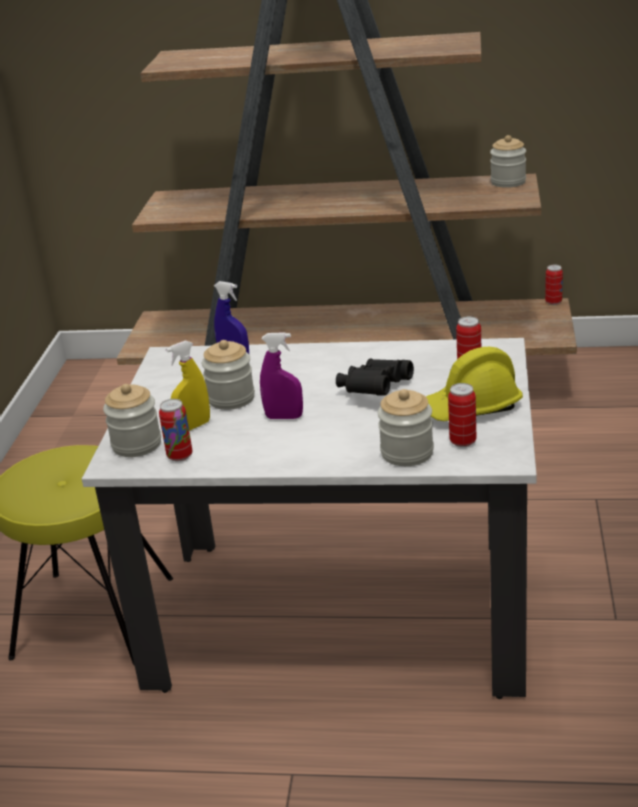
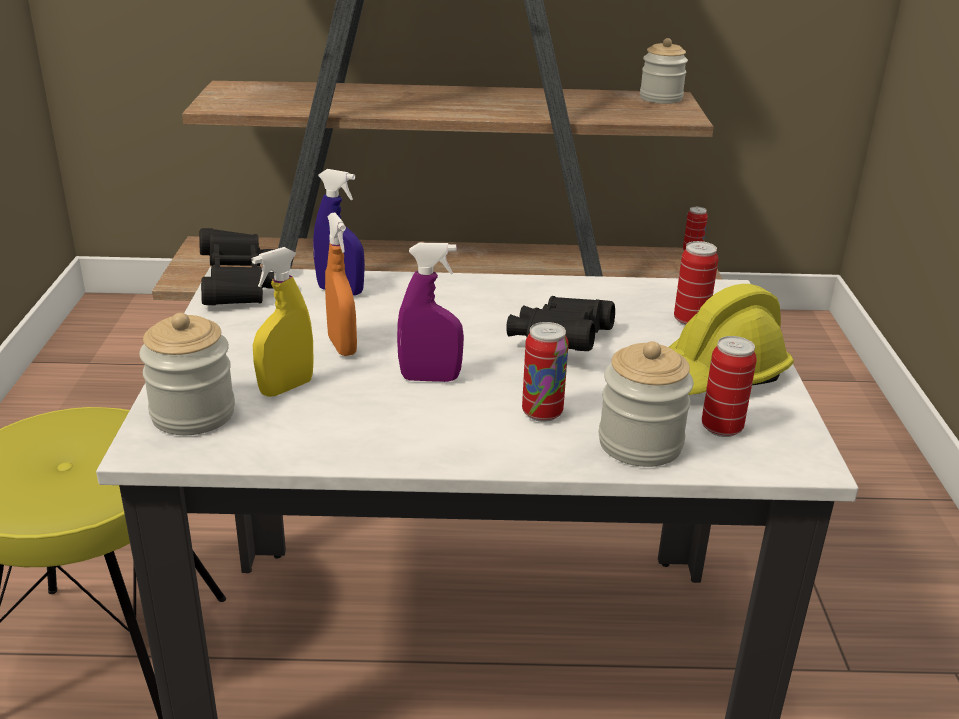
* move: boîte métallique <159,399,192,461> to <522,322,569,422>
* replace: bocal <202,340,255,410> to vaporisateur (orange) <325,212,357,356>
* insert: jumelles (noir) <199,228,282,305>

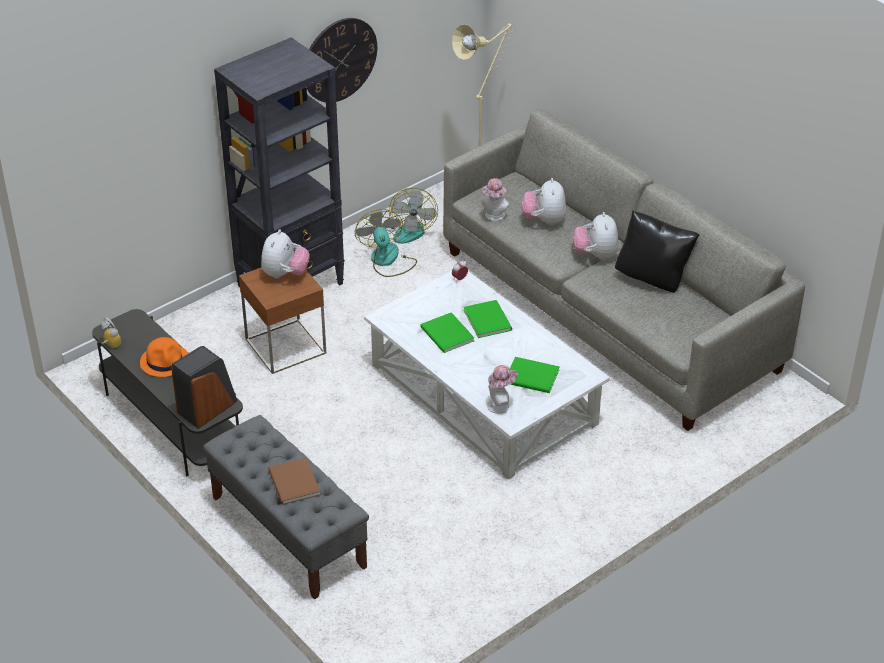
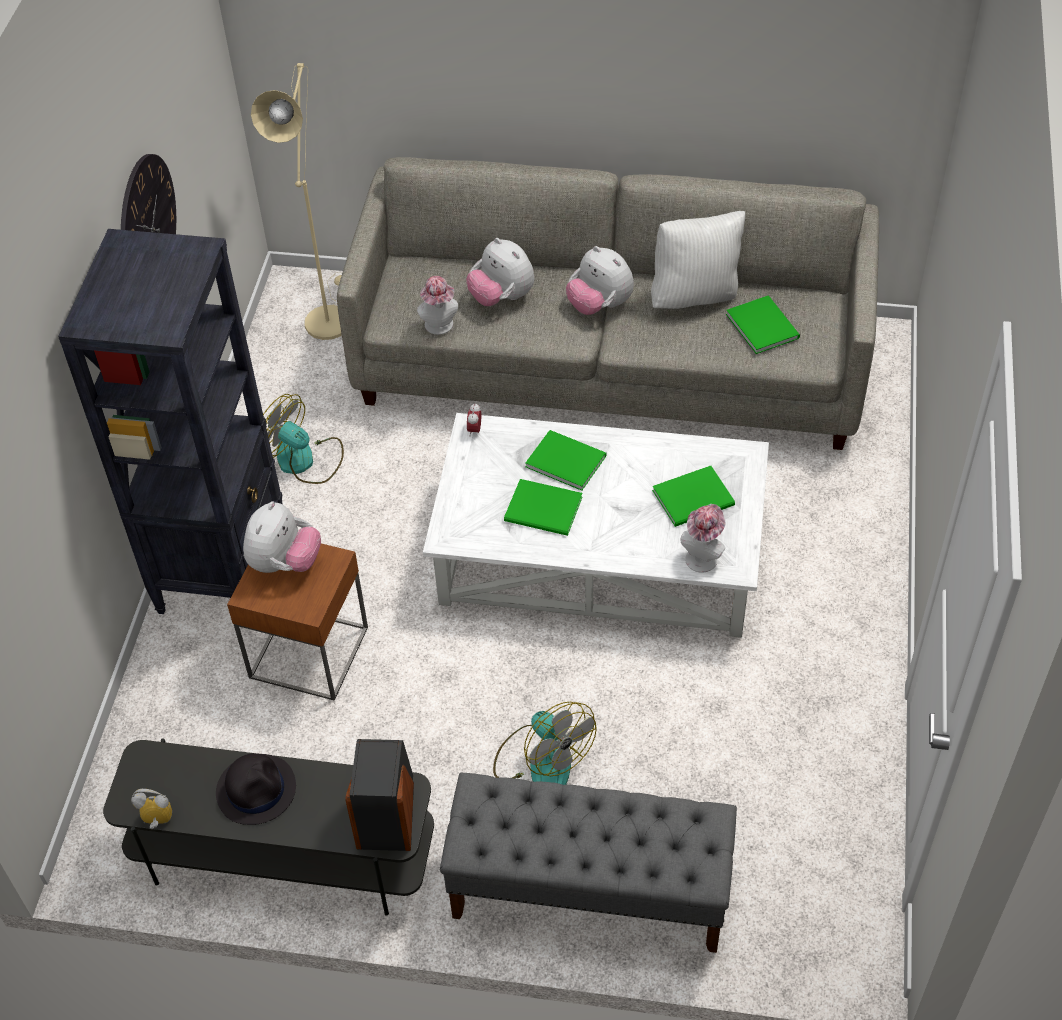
* recolor: chapeau (orange) <140,337,188,377> to chapeau (noir) <216,753,296,825>
* rotate: peluche <261,230,310,279> = <243,501,321,573> 45 degrees clockwise
* delete: livre (marron) <268,458,321,505>
* move: ventilateur <383,188,438,244> to <493,702,597,785>
* recolor: coussin (noir) <615,211,699,293> to coussin (blanc) <651,211,745,309>
* insert: livre (vert) <726,296,800,354>

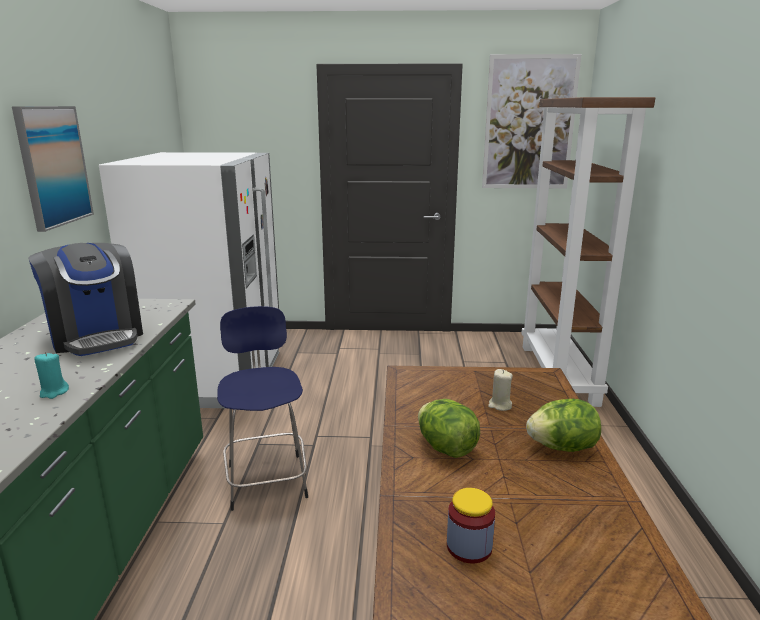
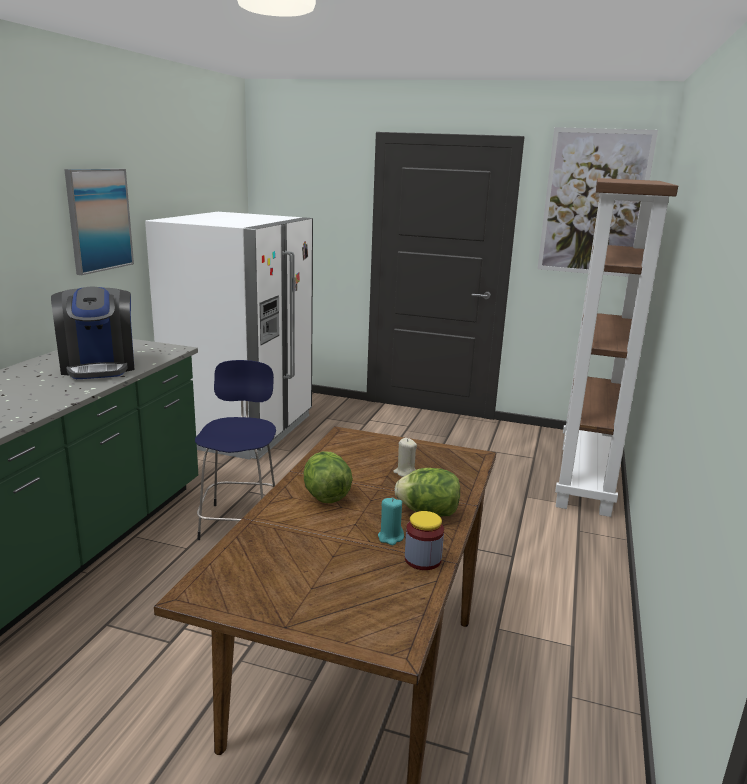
* move: bougie (turquoise) <34,352,69,399> to <378,498,404,545>
* move: bocal <447,488,495,564> to <405,511,444,570>

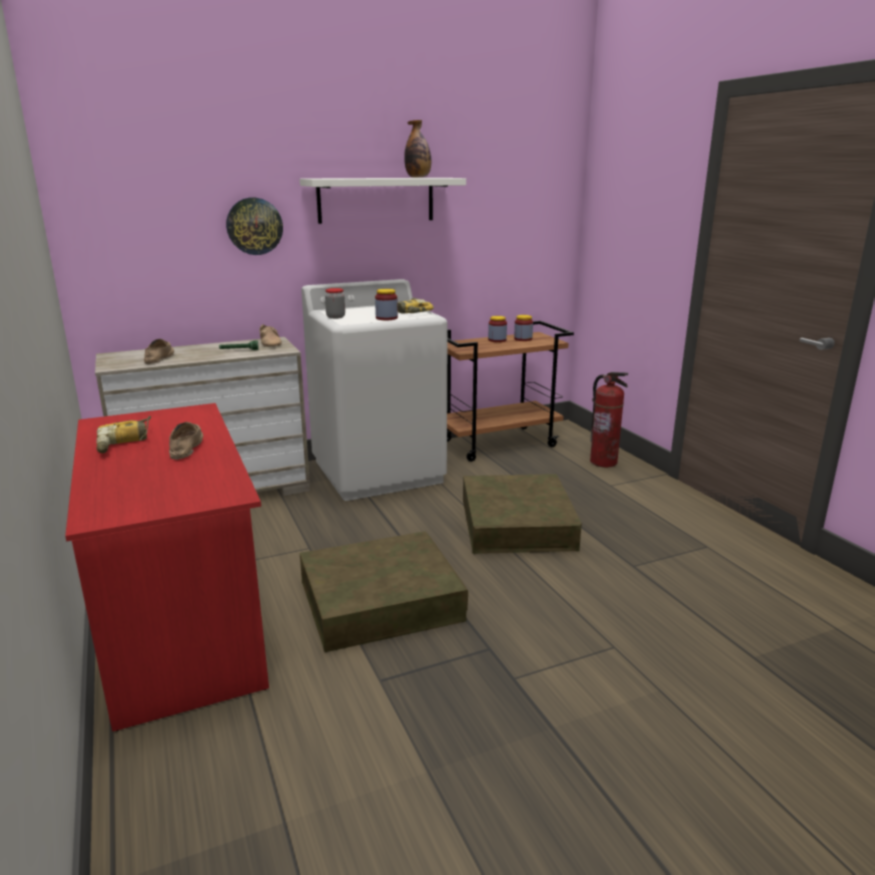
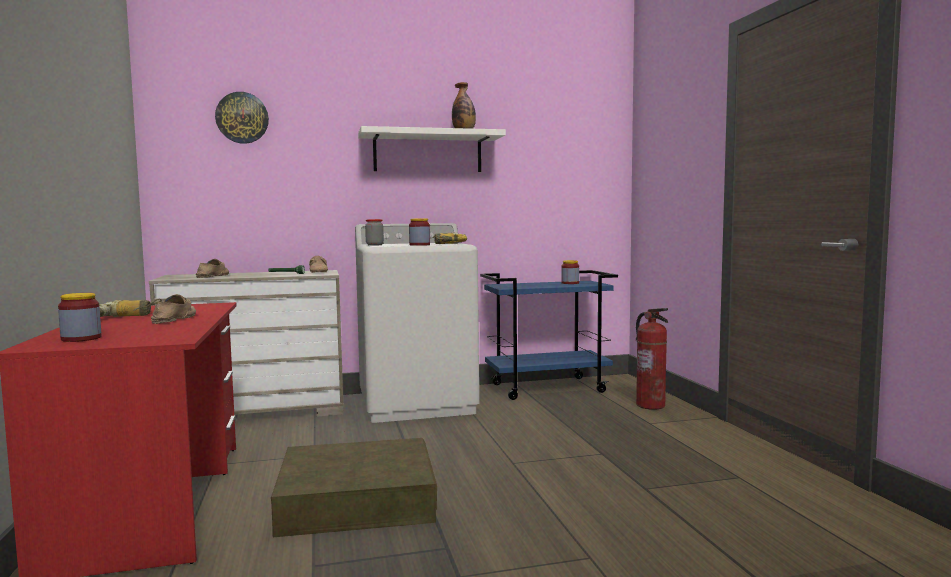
* move: horloge murale <226,197,283,255> to <215,92,269,144>
* recolor: chariot (marron) <447,321,574,462> to chariot (bleu) <480,270,618,400>
* delete: boîte de rangement (marron) <463,474,582,554>
* move: bocal <488,316,507,342> to <58,293,101,342>

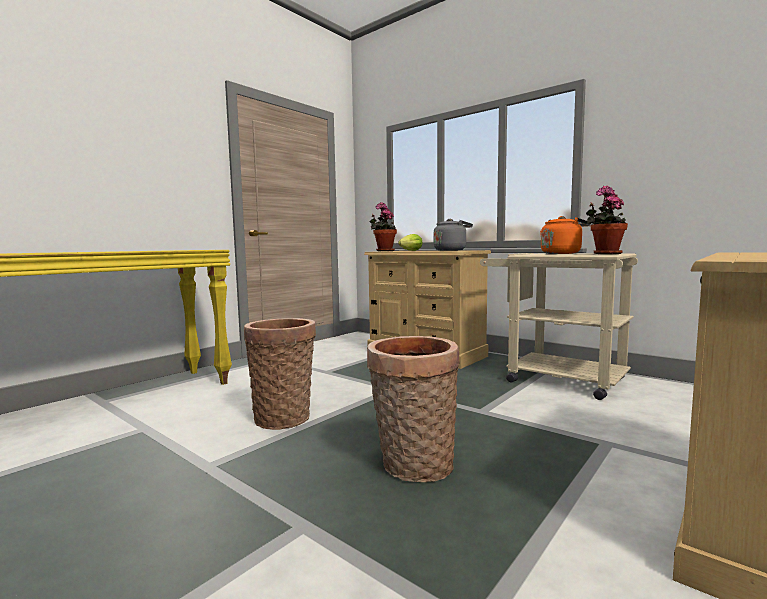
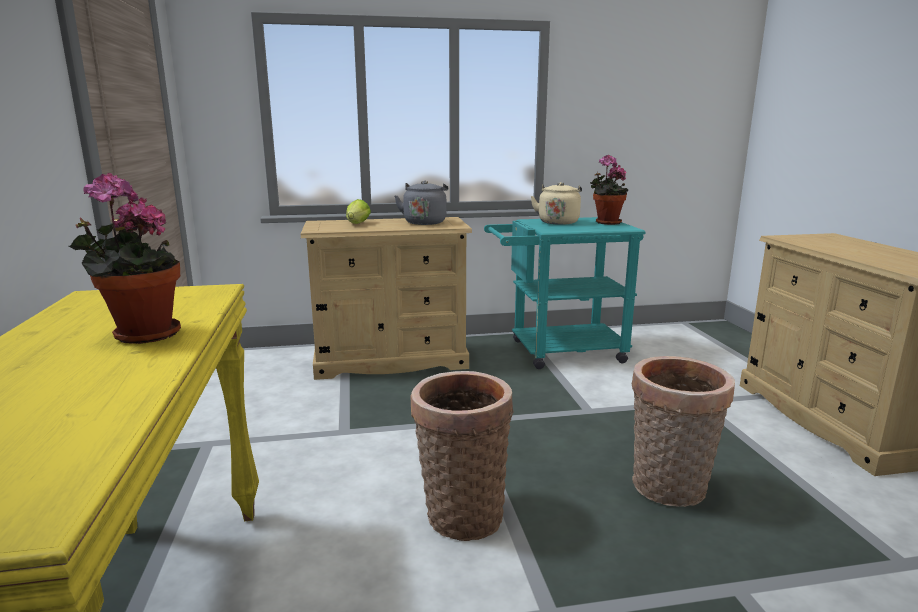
* move: plante en pot <370,202,397,251> to <69,173,181,344>
* recolor: chariot (beige) <480,253,638,400> to chariot (turquoise) <484,217,645,369>
* recolor: bouilloire (orange) <540,216,591,254> to bouilloire (beige) <531,182,582,225>

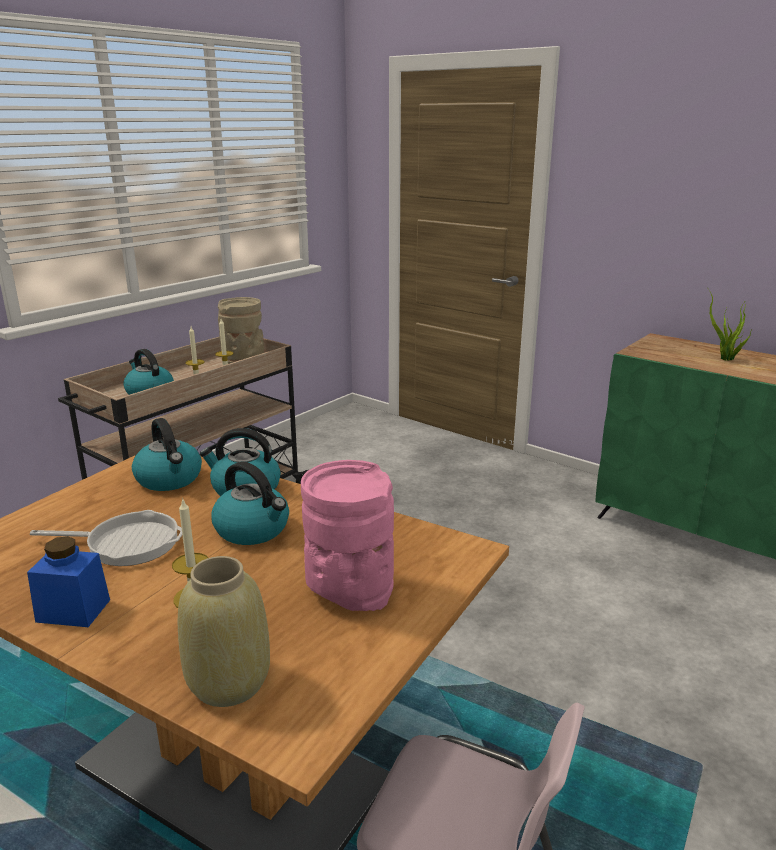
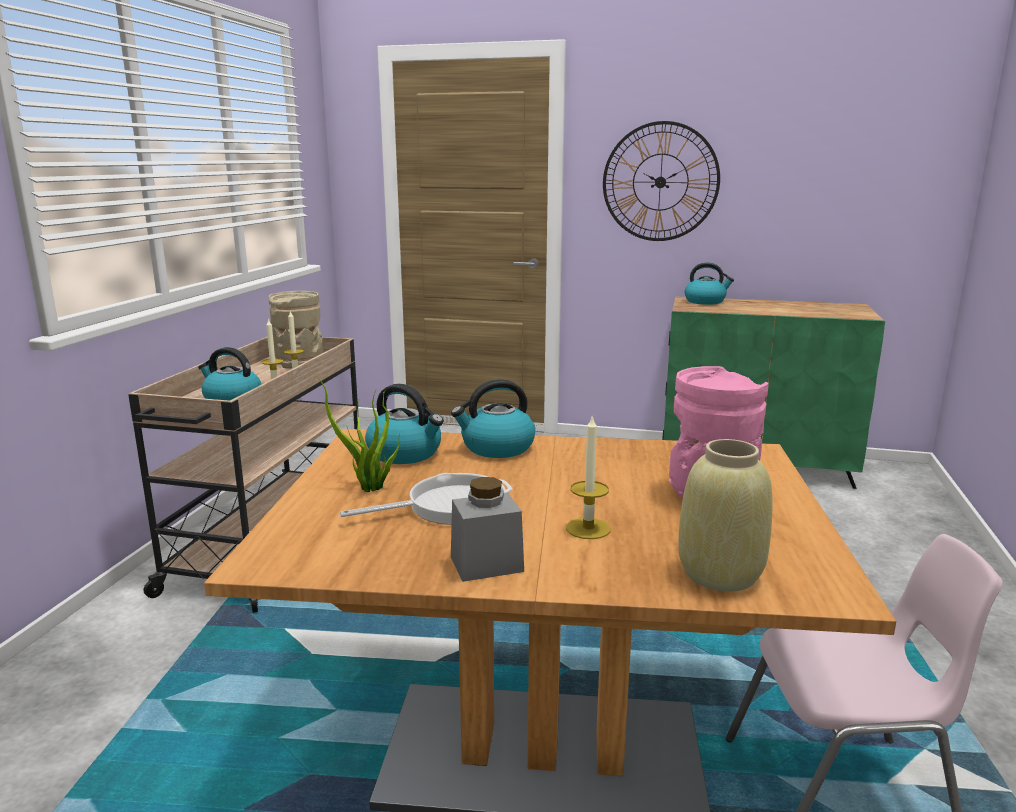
* recolor: bocal (bleu) <27,536,110,627> to bocal (gris) <451,477,524,582>
* move: bouilloire <211,461,289,545> to <685,262,734,305>
* move: plante en pot <708,289,753,361> to <314,373,400,492>
* insert: horloge murale <603,121,720,241>

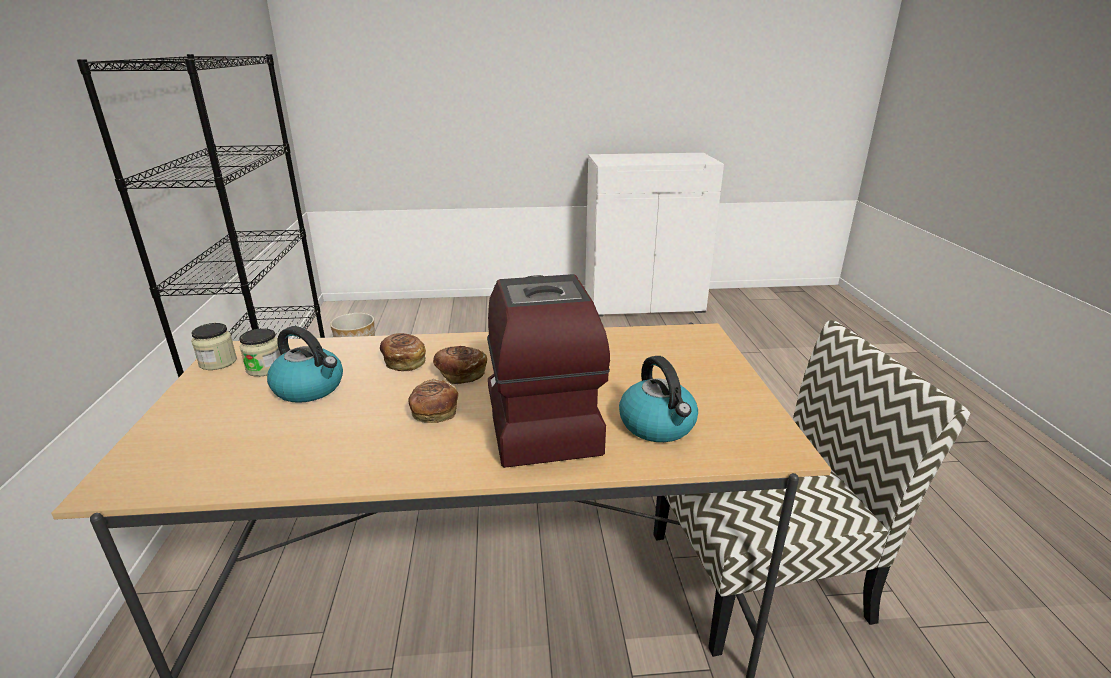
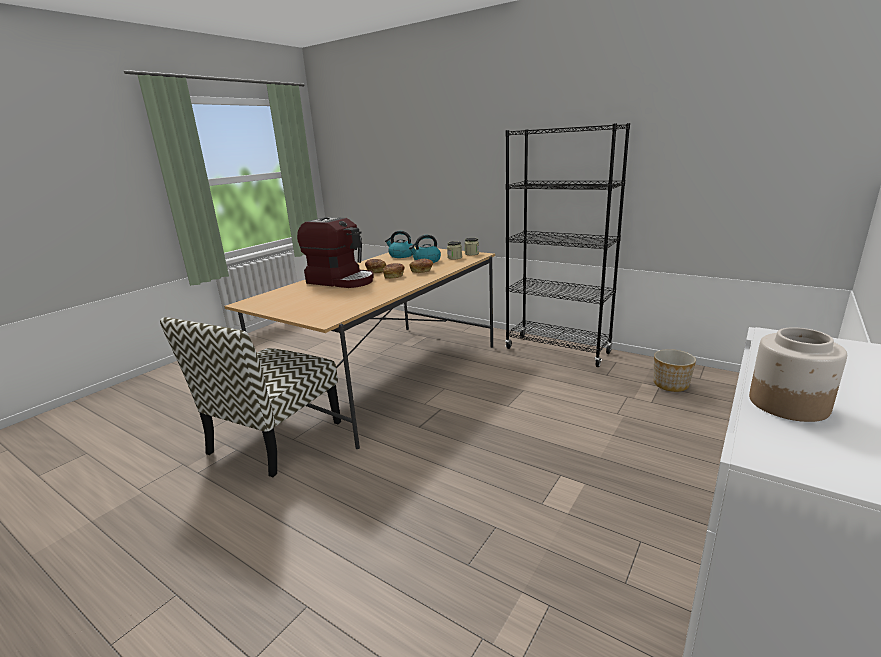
* move: bouilloire <619,356,698,442> to <385,231,413,258>
* insert: bocal <749,328,847,422>

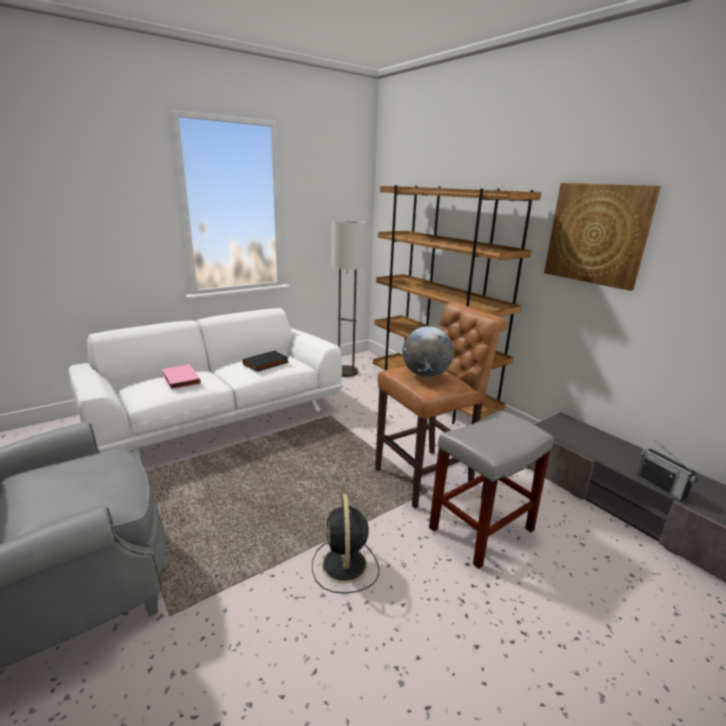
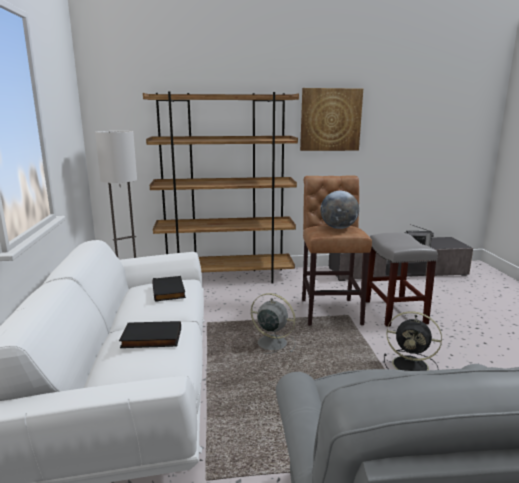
* recolor: livre (rose) <162,364,201,390> to livre (noir) <119,321,181,348>
* insert: ventilateur (gris) <251,293,296,354>

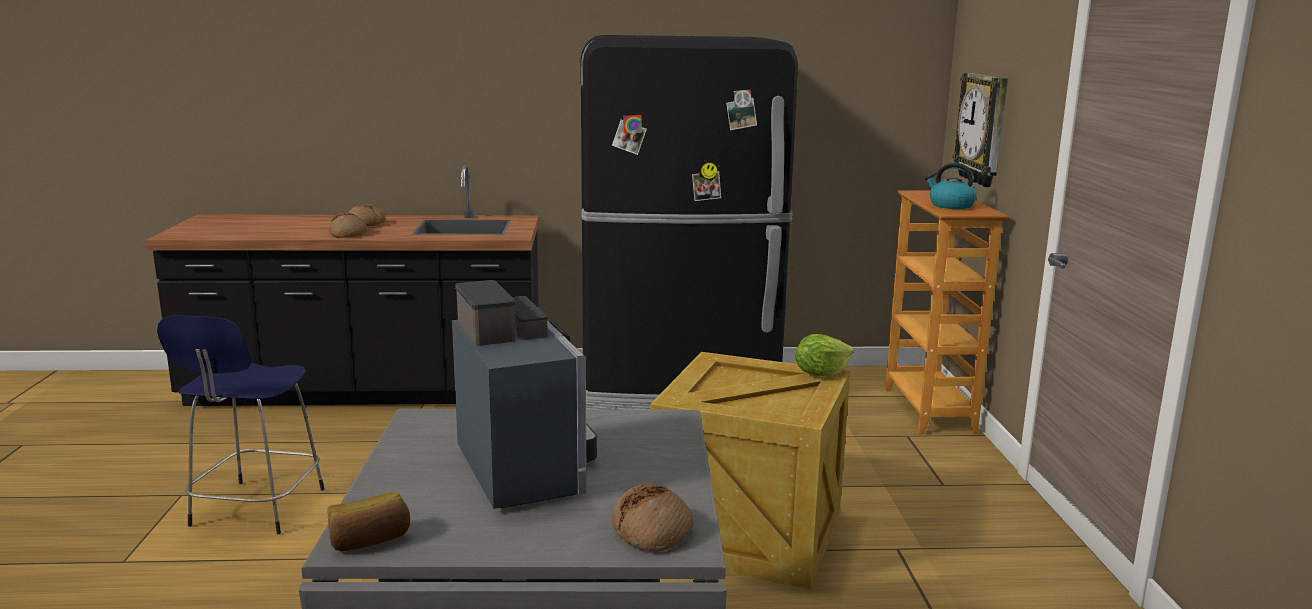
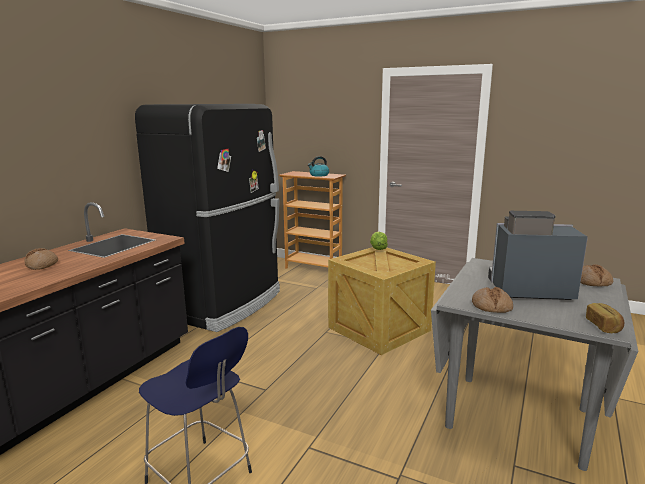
* move: pain <329,213,367,238> to <472,287,513,313>
* delete: horloge murale <953,73,1008,187>

